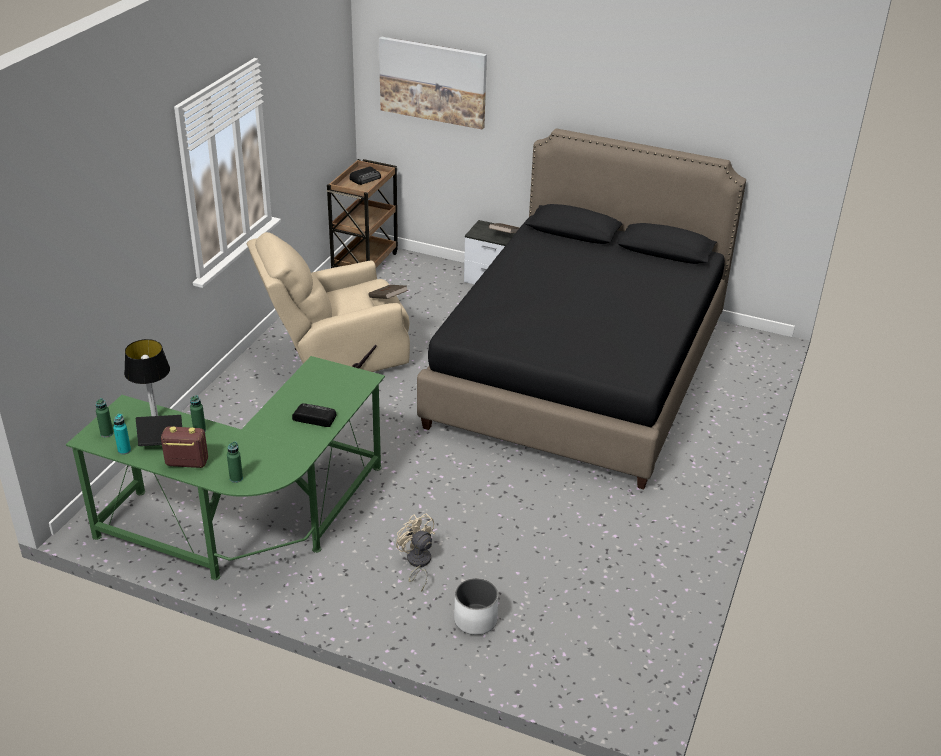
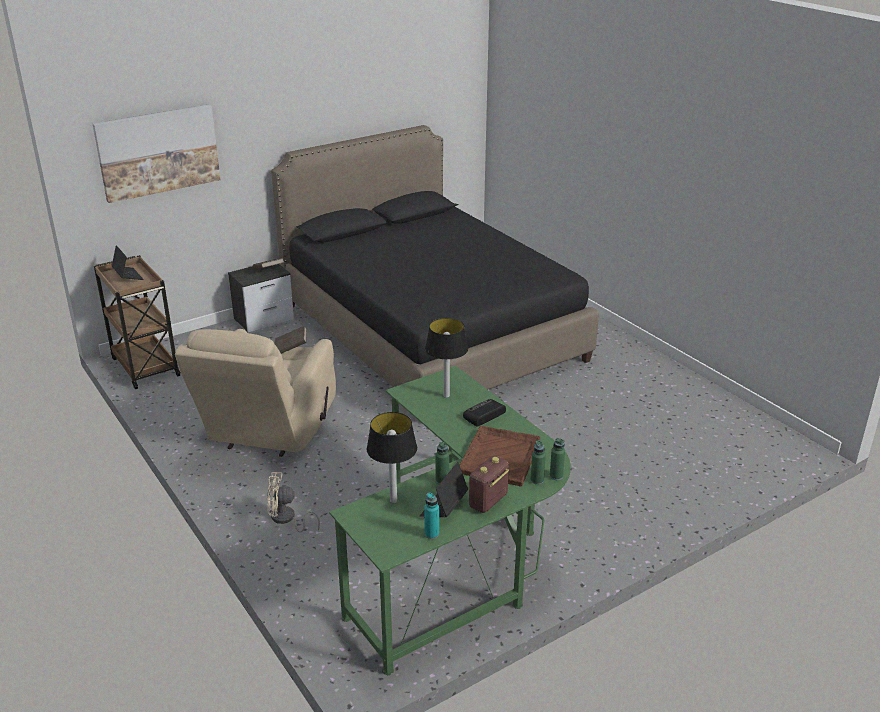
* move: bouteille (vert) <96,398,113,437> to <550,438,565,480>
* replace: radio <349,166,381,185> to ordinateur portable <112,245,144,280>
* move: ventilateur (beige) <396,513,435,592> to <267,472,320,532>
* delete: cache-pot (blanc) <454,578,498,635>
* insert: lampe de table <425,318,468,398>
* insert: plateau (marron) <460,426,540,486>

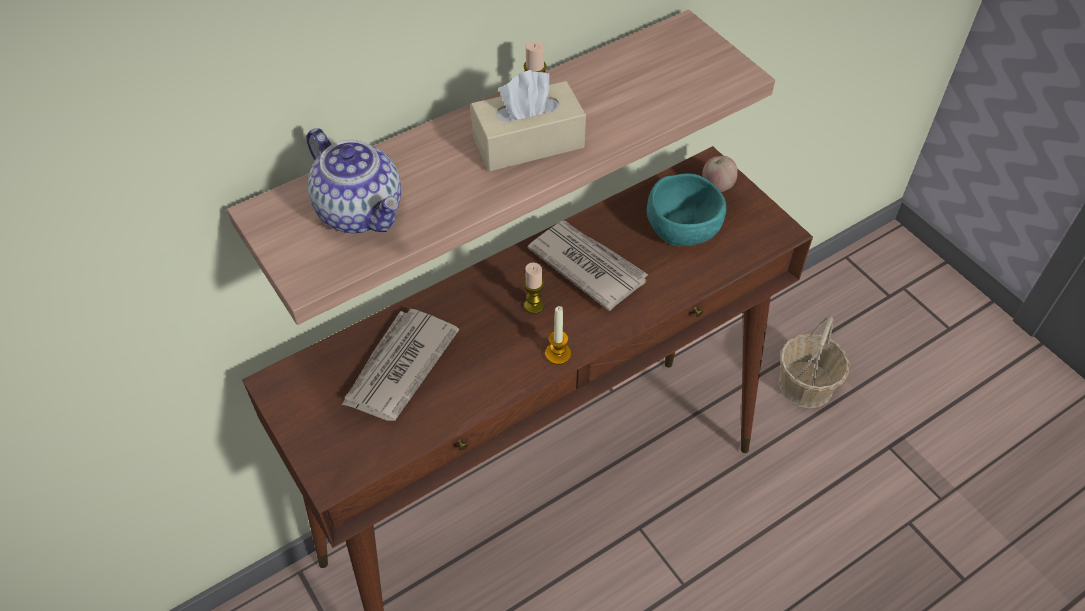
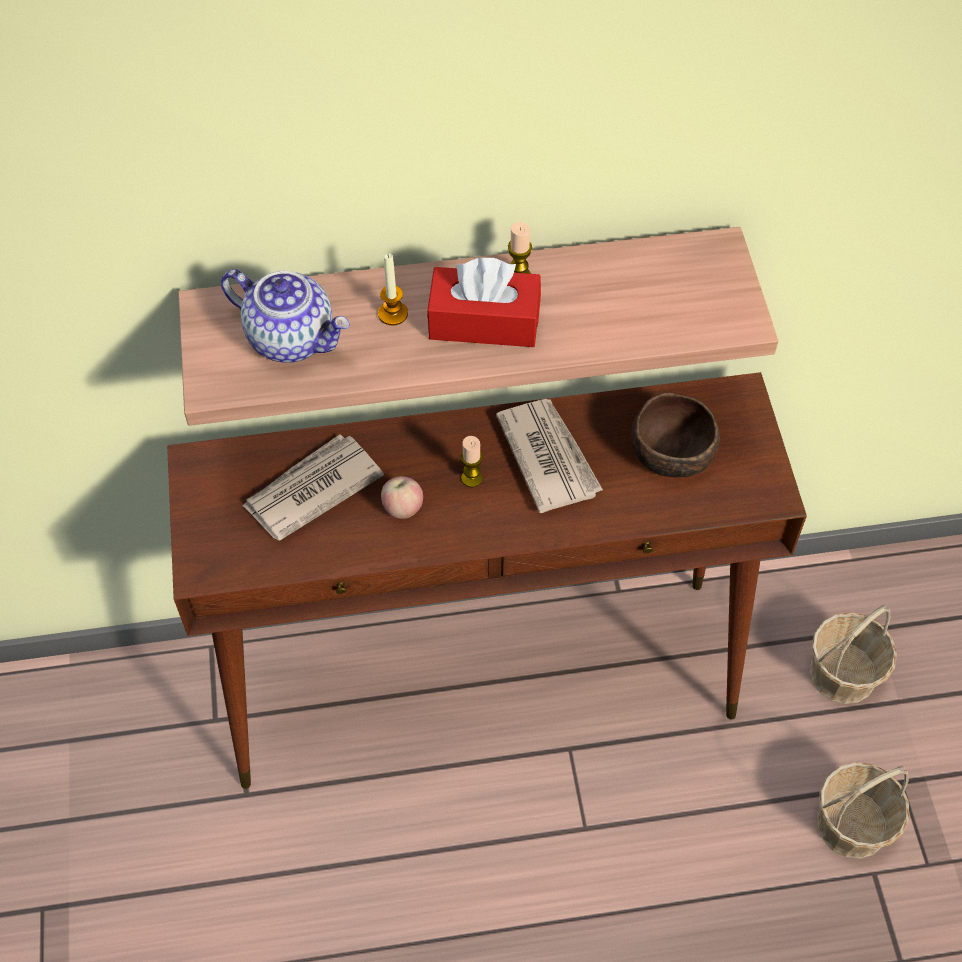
* rotate: théière <307,128,401,233> = <221,269,350,363> 45 degrees counterclockwise
* recolor: boîte à mouchoirs (beige) <470,70,586,171> to boîte à mouchoirs (rouge) <427,258,541,347>
* move: bougie <545,306,571,365> to <378,254,408,326>
* recolor: bol (turquoise) <647,173,727,246> to bol (marron) <631,393,720,478>
* move: pomme <702,156,738,192> to <381,476,423,519>
* insert: panier <817,762,909,859>

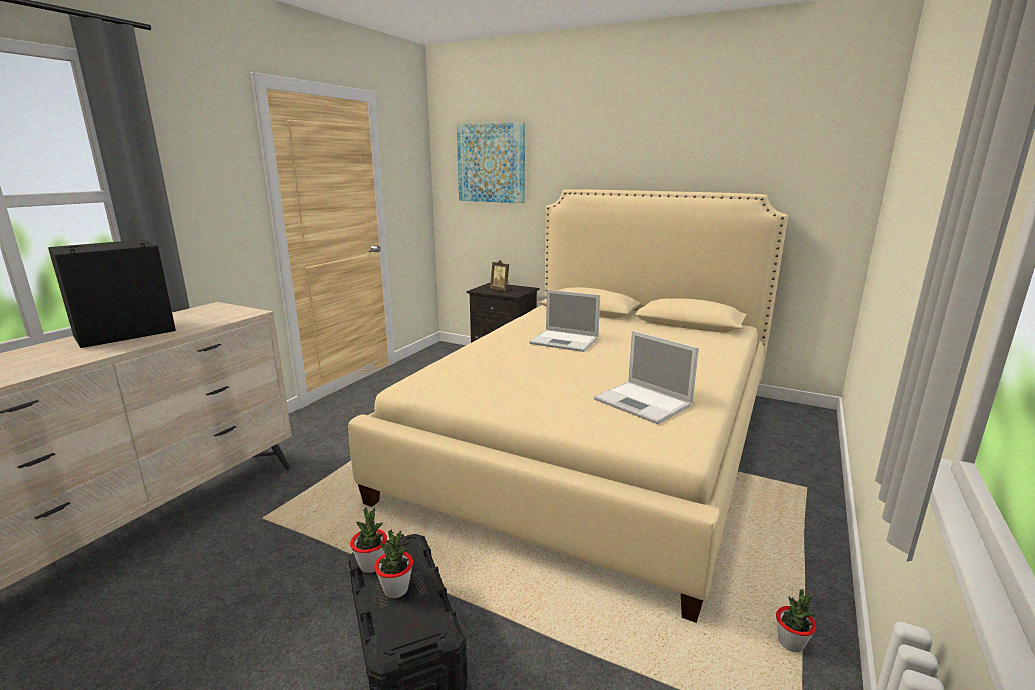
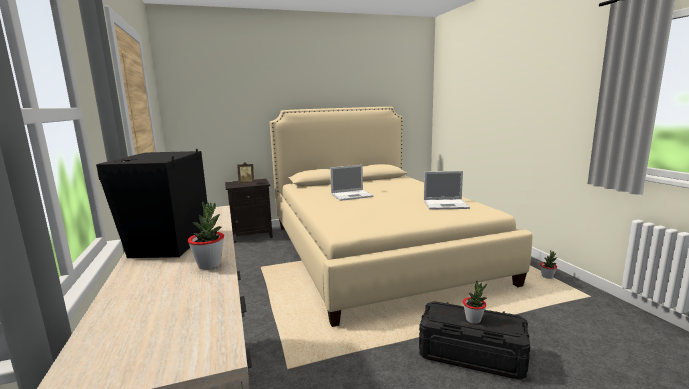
* move: plante en pot <350,507,387,573> to <188,202,224,270>
* delete: tableau <457,122,525,203>

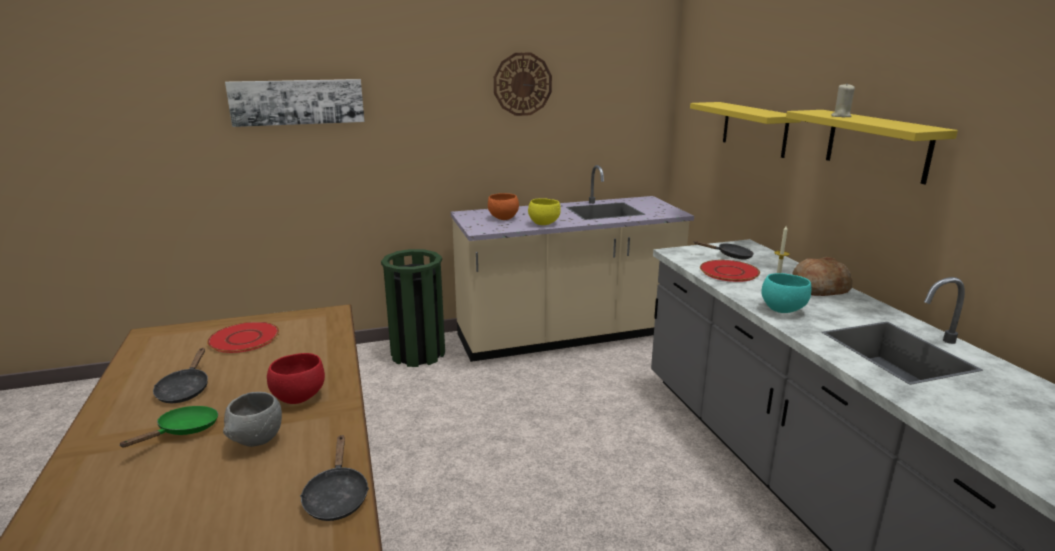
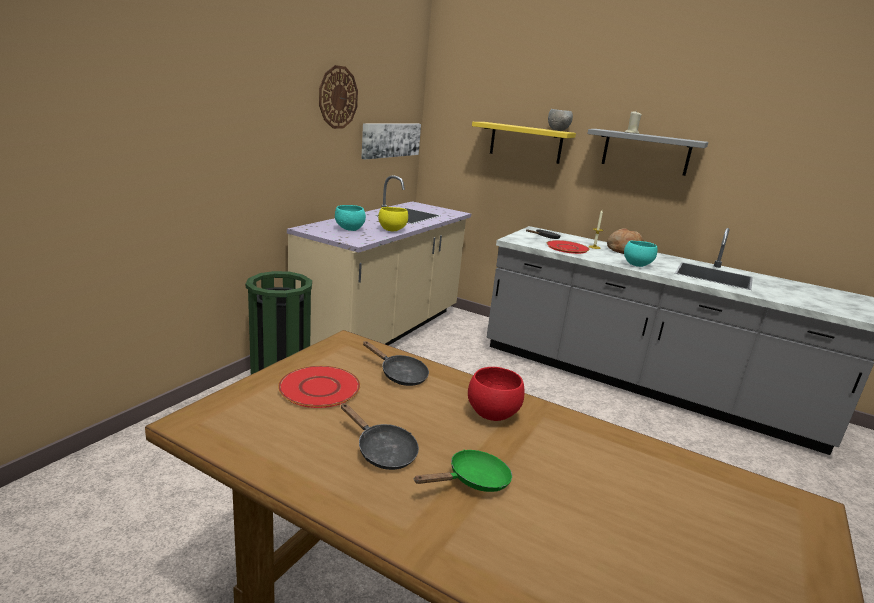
* rotate: poêle (vert) <119,406,218,447> = <414,450,512,492> 75 degrees clockwise
* move: bol (gris) <223,392,282,447> to <548,109,573,131>
* move: tableau <225,79,365,127> to <361,123,421,159>
* move: poêle (noir) <300,435,369,521> to <363,341,429,386>
* recolor: bol (orange) <488,193,519,220> to bol (turquoise) <335,205,366,231>
* recolor: étagère (jaune) <786,110,958,184> to étagère (gris) <587,129,708,176>

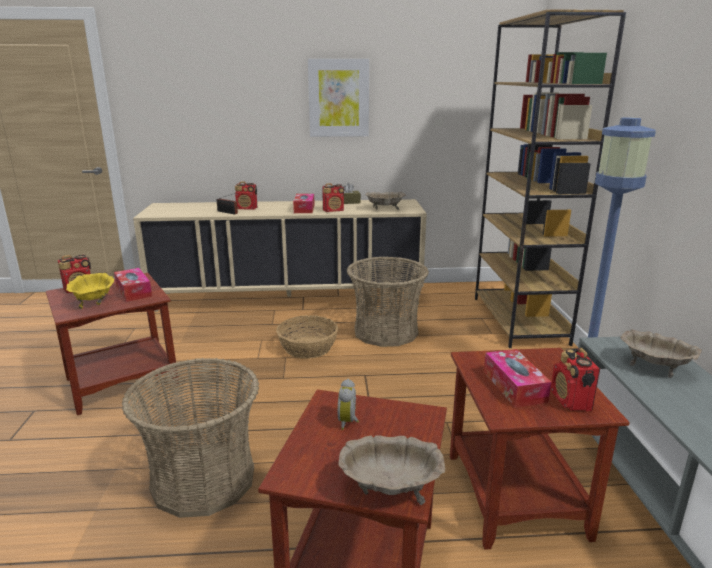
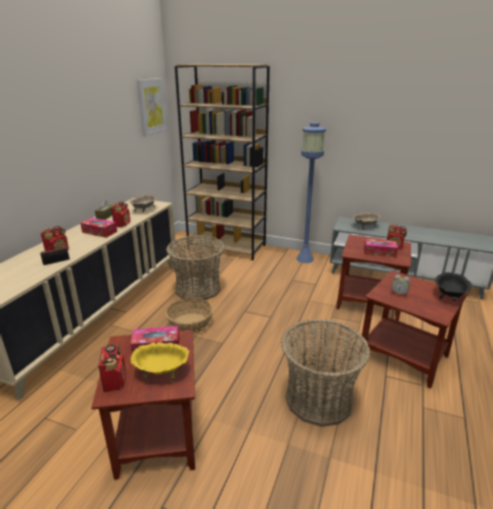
* move: tableau <308,59,369,137> to <137,78,167,137>
* recolor: bol (beige) <338,435,445,505> to bol (noir) <435,272,471,301>

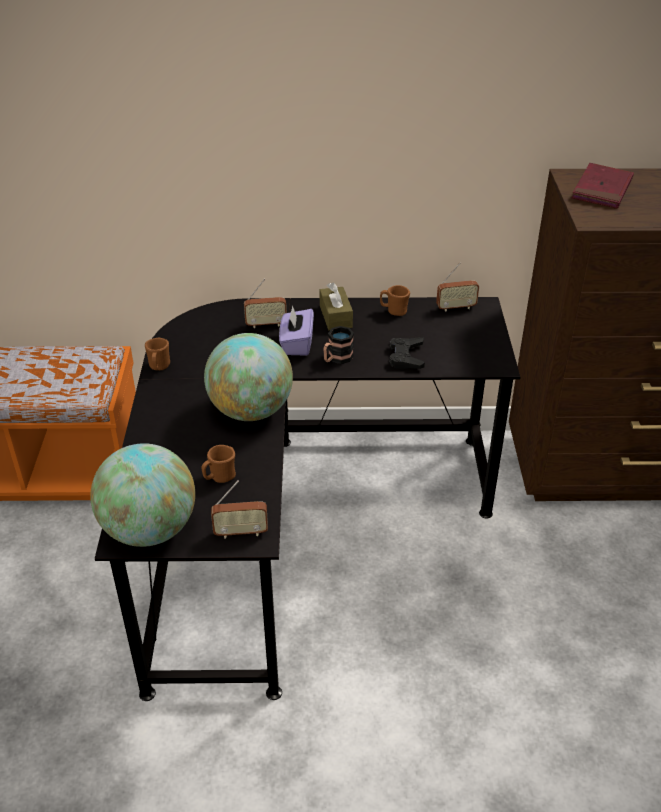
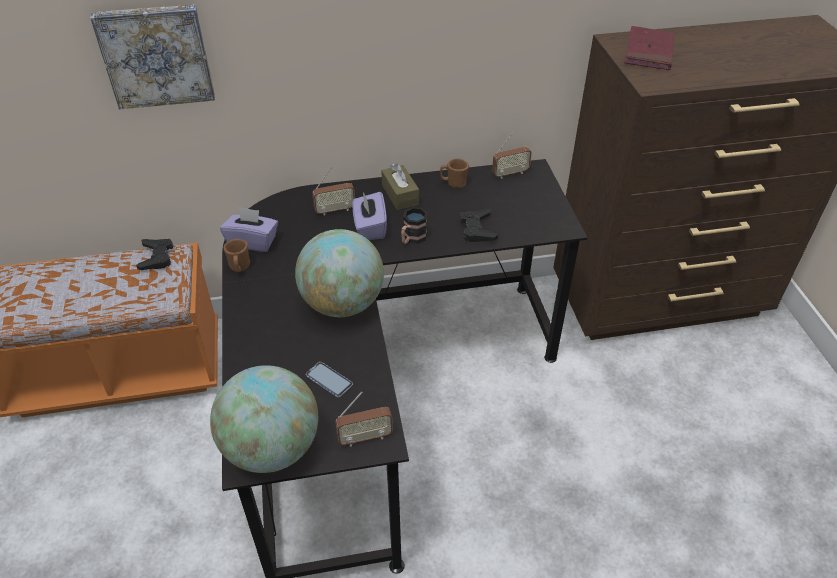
* replace: mug (marron) <202,445,236,483> to téléphone <306,362,353,398>
* insert: tableau <90,4,215,109>
* insert: manette (noir) <136,239,173,270>
* insert: boîte à mouchoirs (violet) <220,207,278,252>

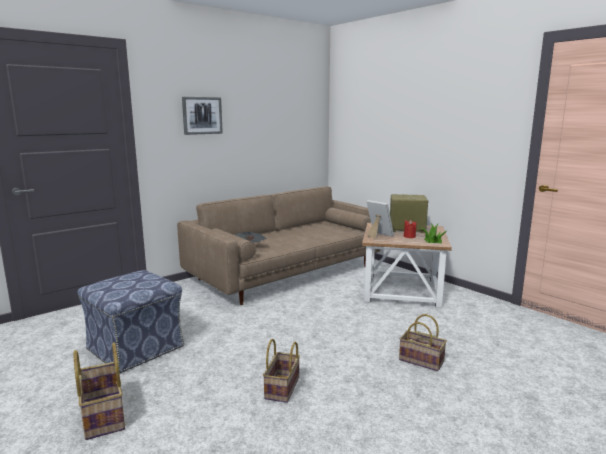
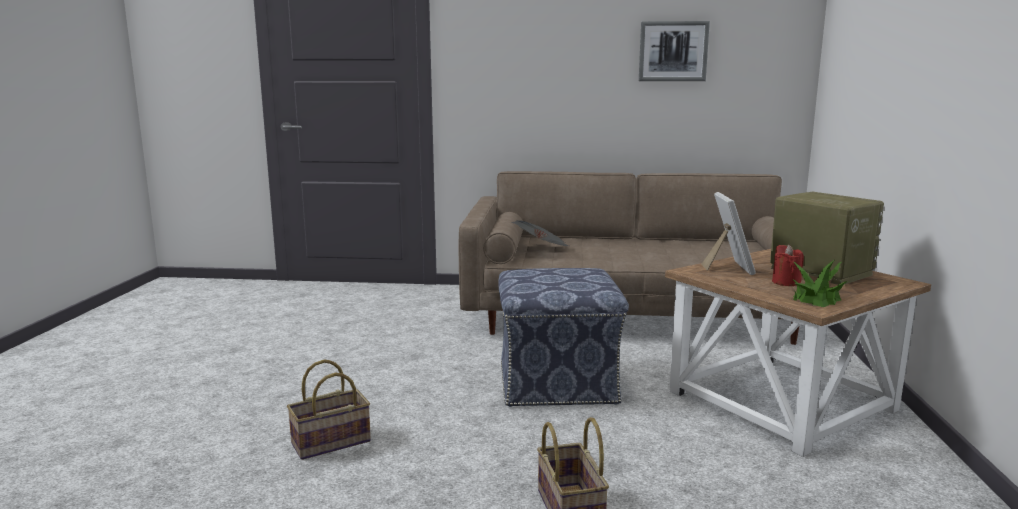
* delete: panier <73,343,125,440>
* move: pouf <78,270,184,374> to <498,268,629,407>
* move: tableau <182,97,223,135> to <639,21,710,81>

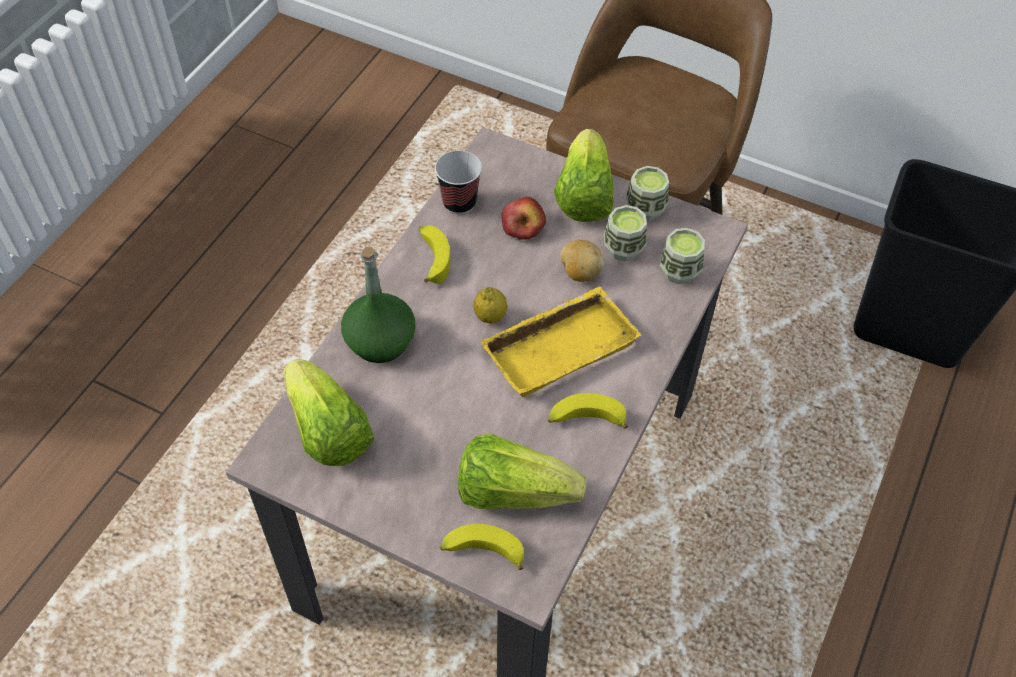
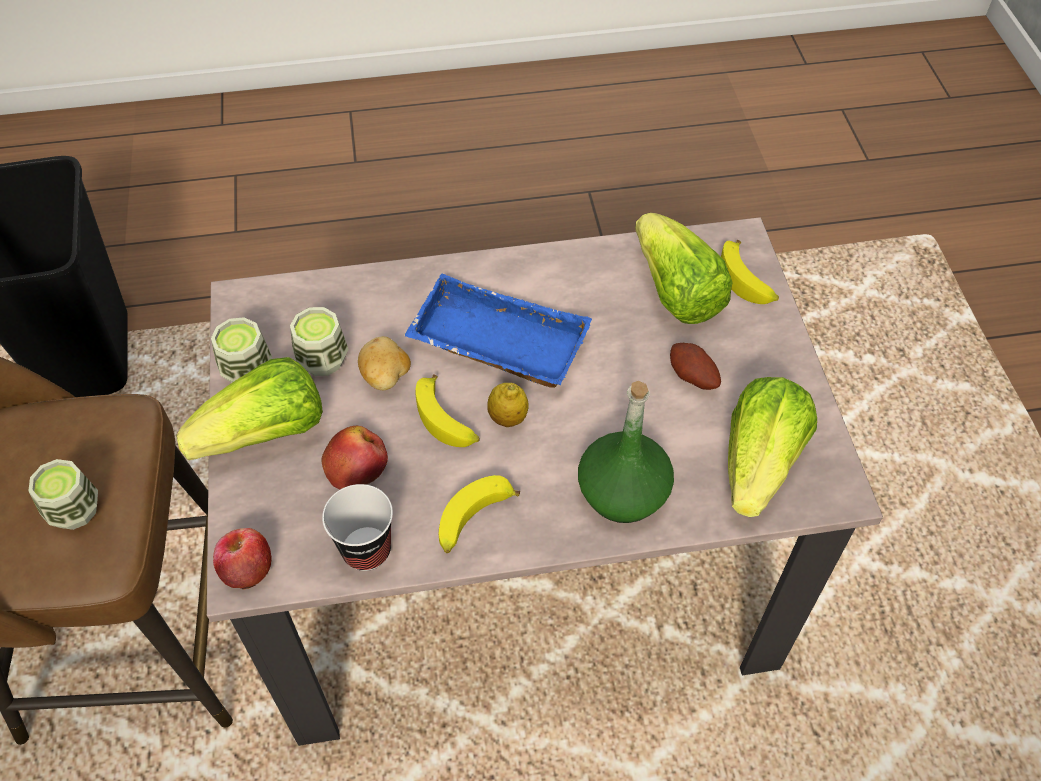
* recolor: plateau (jaune) <480,286,641,397> to plateau (bleu) <404,273,592,388>
* move: banane <548,393,628,429> to <415,374,480,447>
* move: tasse <660,228,705,284> to <28,459,98,530>
* insert: pomme <213,528,272,589>
* insert: pomme de terre <670,343,721,390>

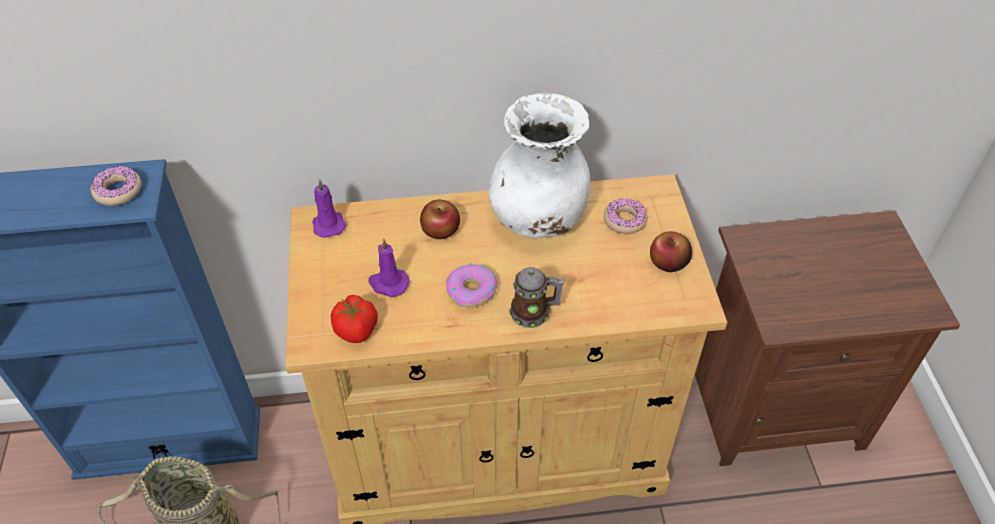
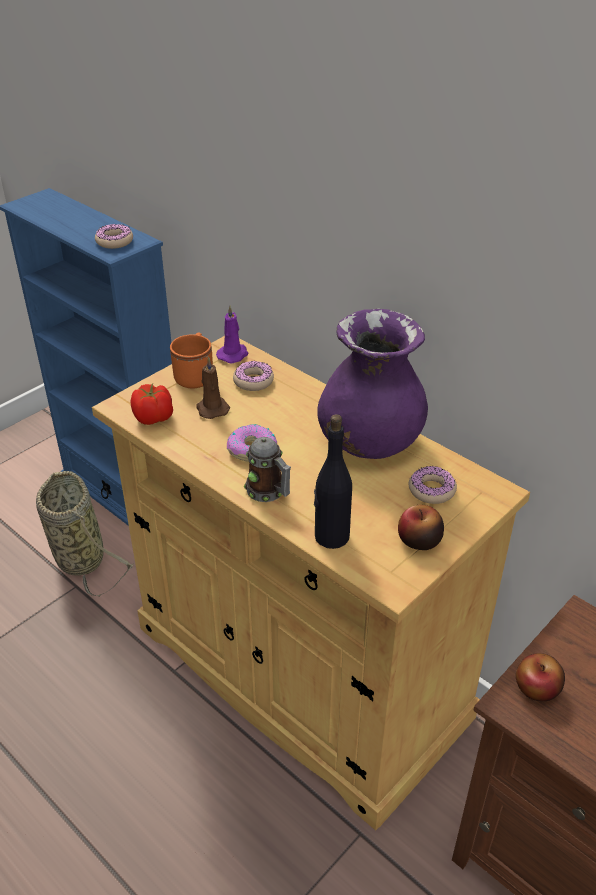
* recolor: bougie (violet) <369,238,410,297> to bougie (marron) <197,356,230,419>
* move: pomme <420,200,460,239> to <516,653,565,701>
* recolor: vase (blanc) <488,93,590,238> to vase (violet) <317,308,428,459>
* insert: mug (orange) <170,332,213,389>
* insert: beignet <233,360,274,391>
* insert: bouteille (noir) <314,414,352,549>

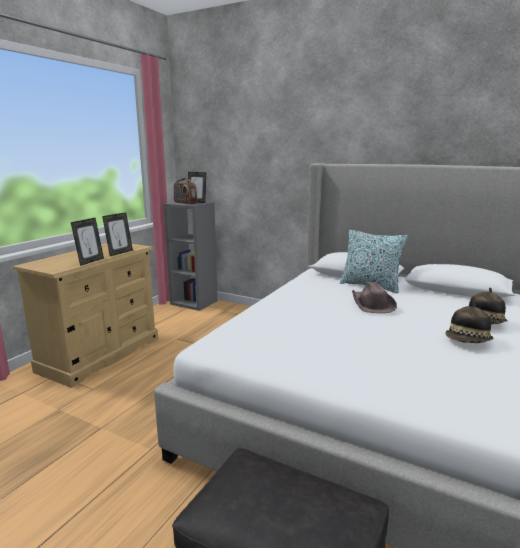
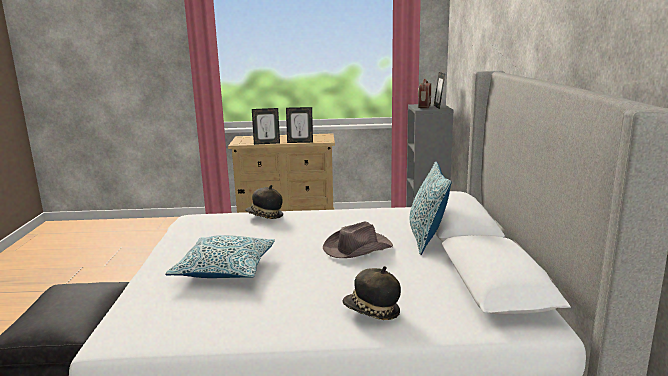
* move: chapeau <445,302,494,343> to <245,185,283,219>
* insert: coussin <165,235,275,278>

